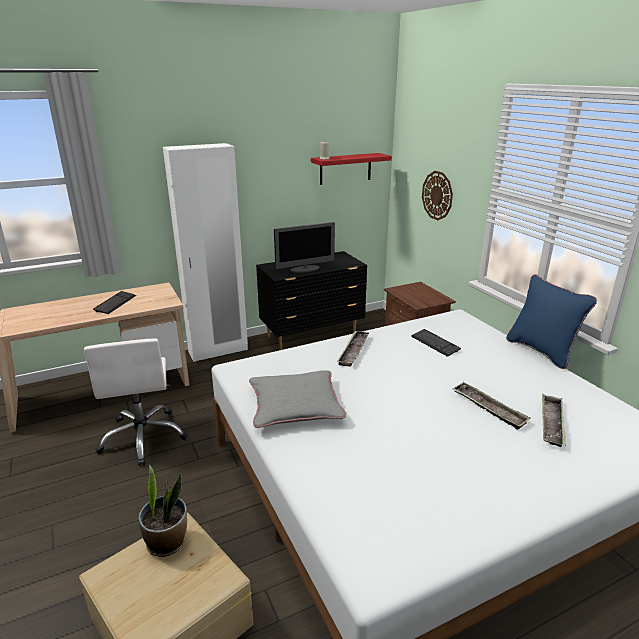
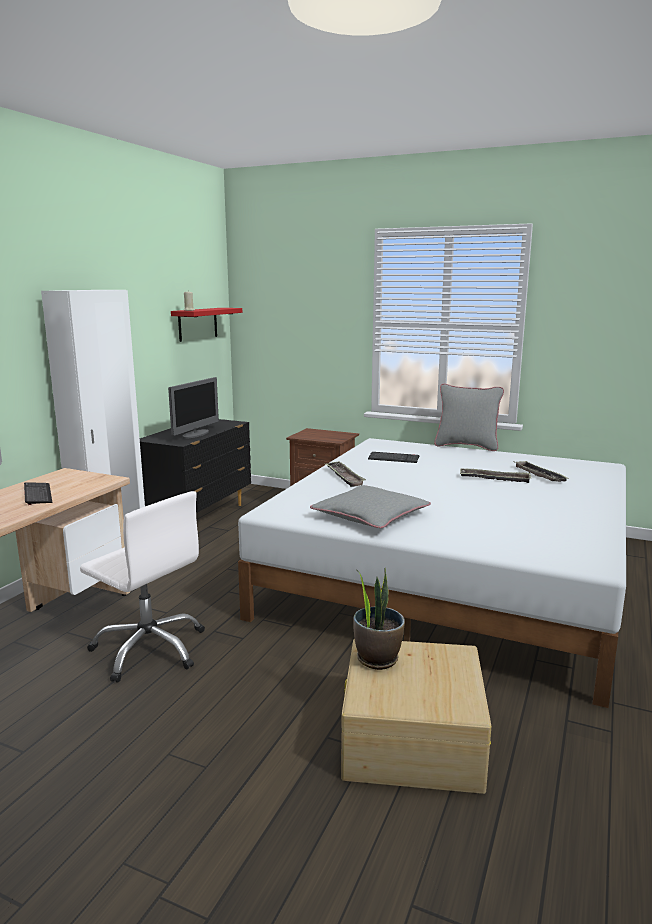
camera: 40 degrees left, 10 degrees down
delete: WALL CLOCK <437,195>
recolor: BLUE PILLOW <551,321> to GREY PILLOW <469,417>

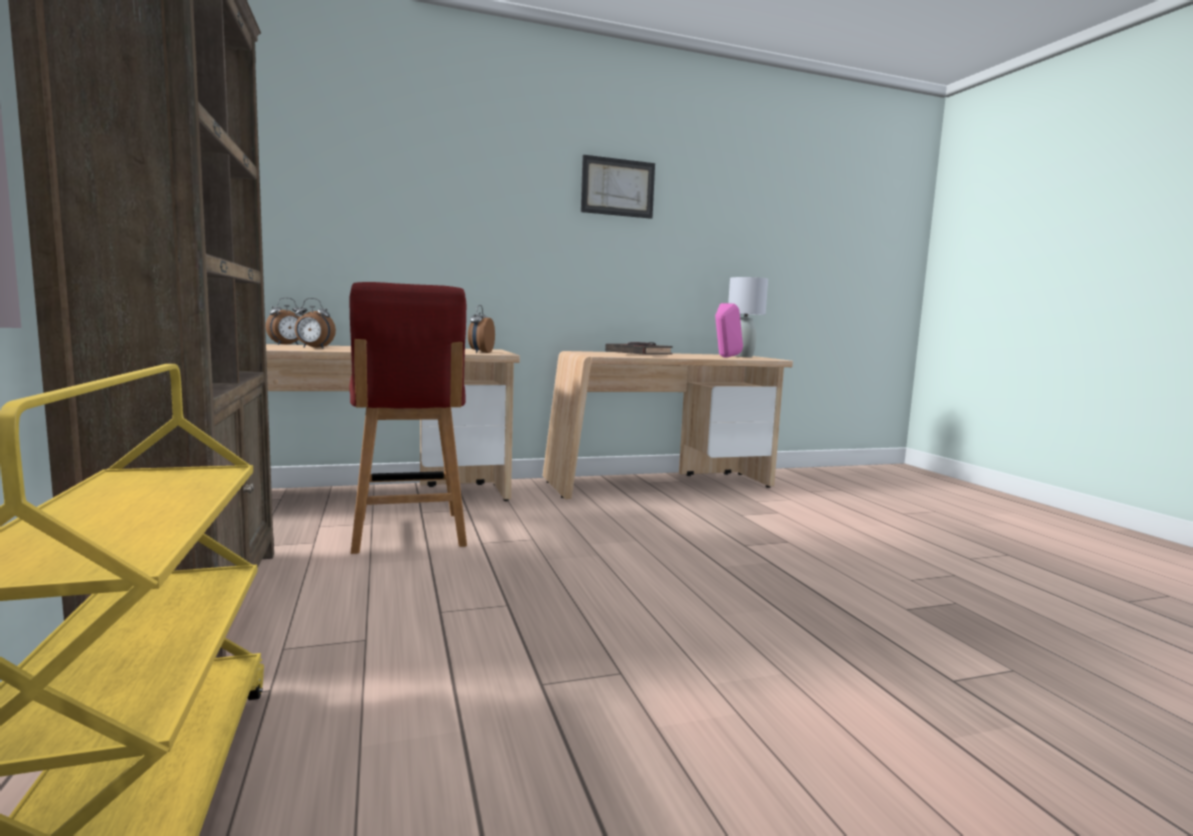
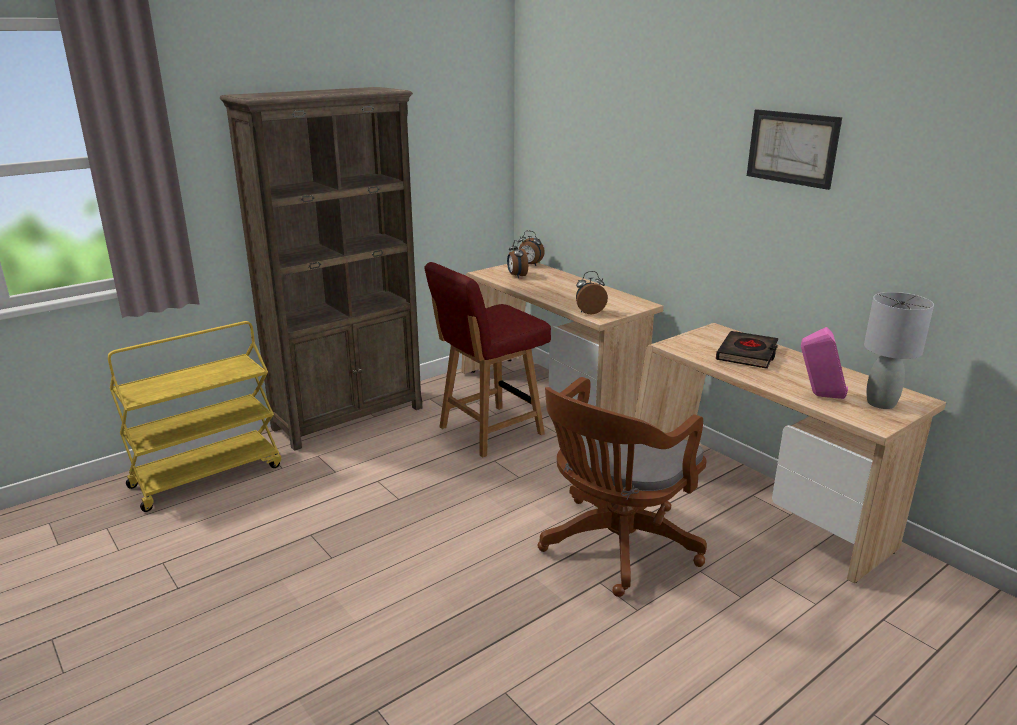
camera: 70 degrees right, 15 degrees up
insert: BROWN OFFICE CHAIR <622,487>

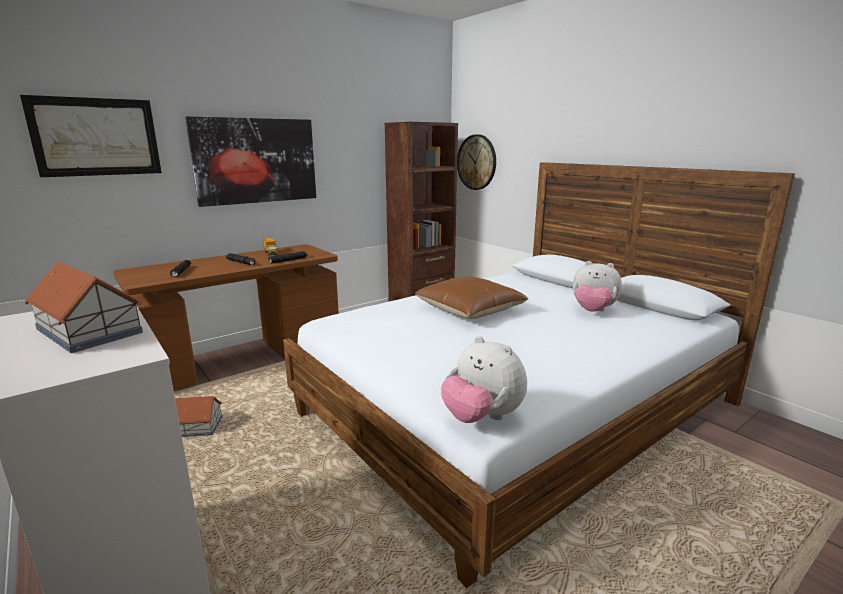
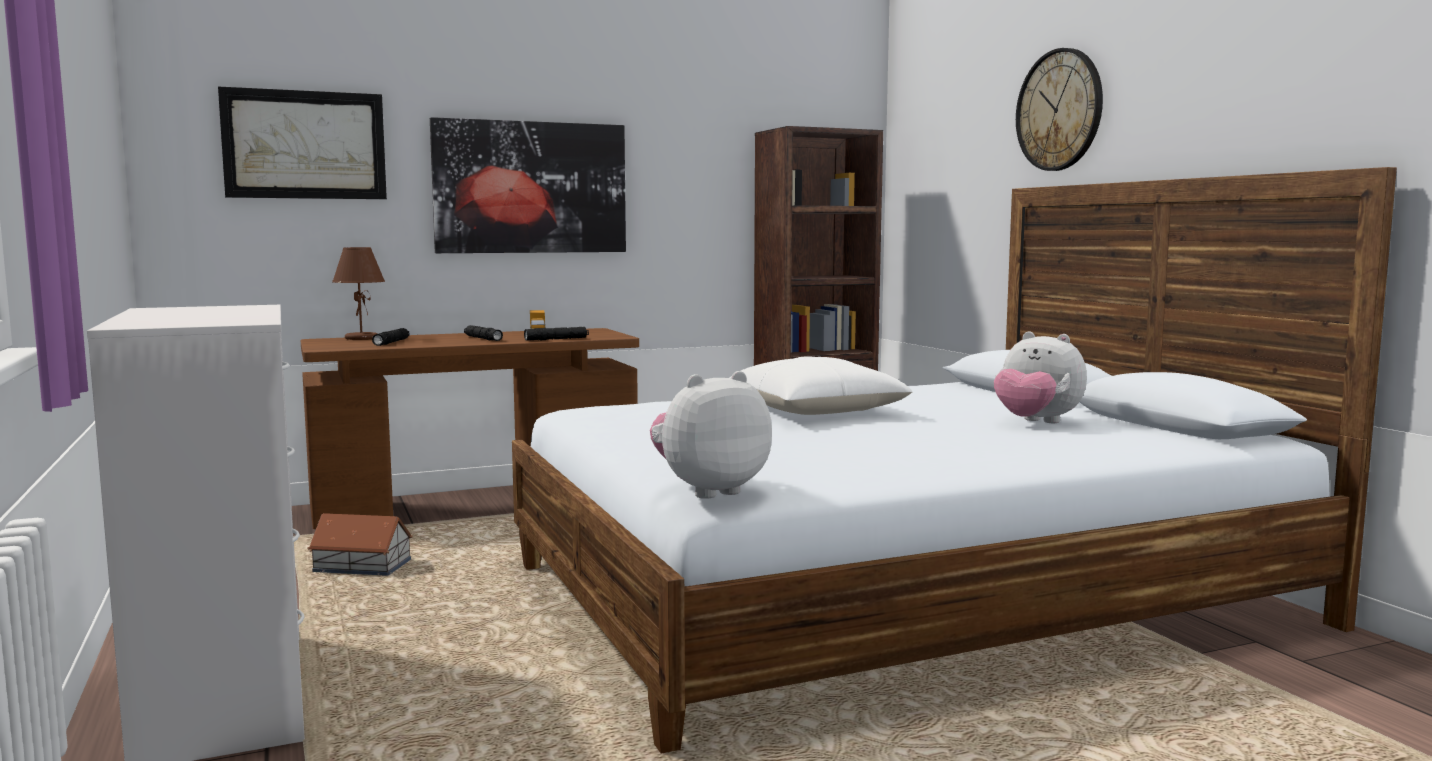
camera: 15 degrees right, 10 degrees down
delete: TOY HOUSE <84,307>
insert: BROWN TABLE LAMP <358,293>
move: WALL CLOCK <476,162> to <1059,109>
recolor: BROWN PILLOW <471,297> to WHITE PILLOW <821,385>
rotate: PLUSH TOY <484,379> = <711,435> 90 degrees clockwise

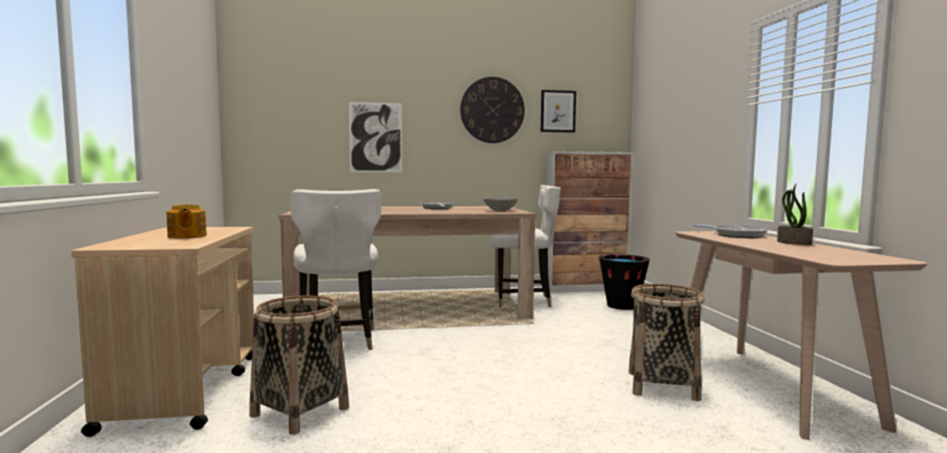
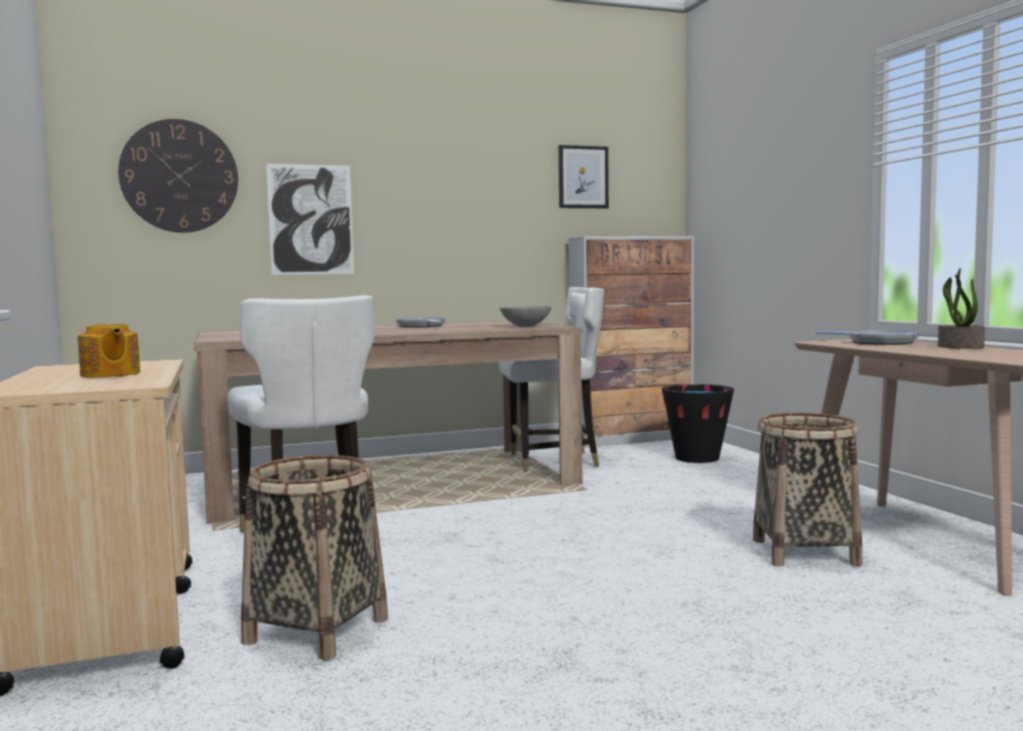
camera: 10 degrees left, 0 degrees up
move: WALL CLOCK <492,110> to <178,176>

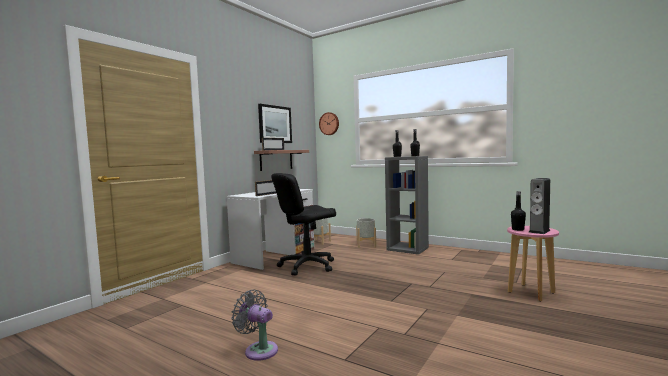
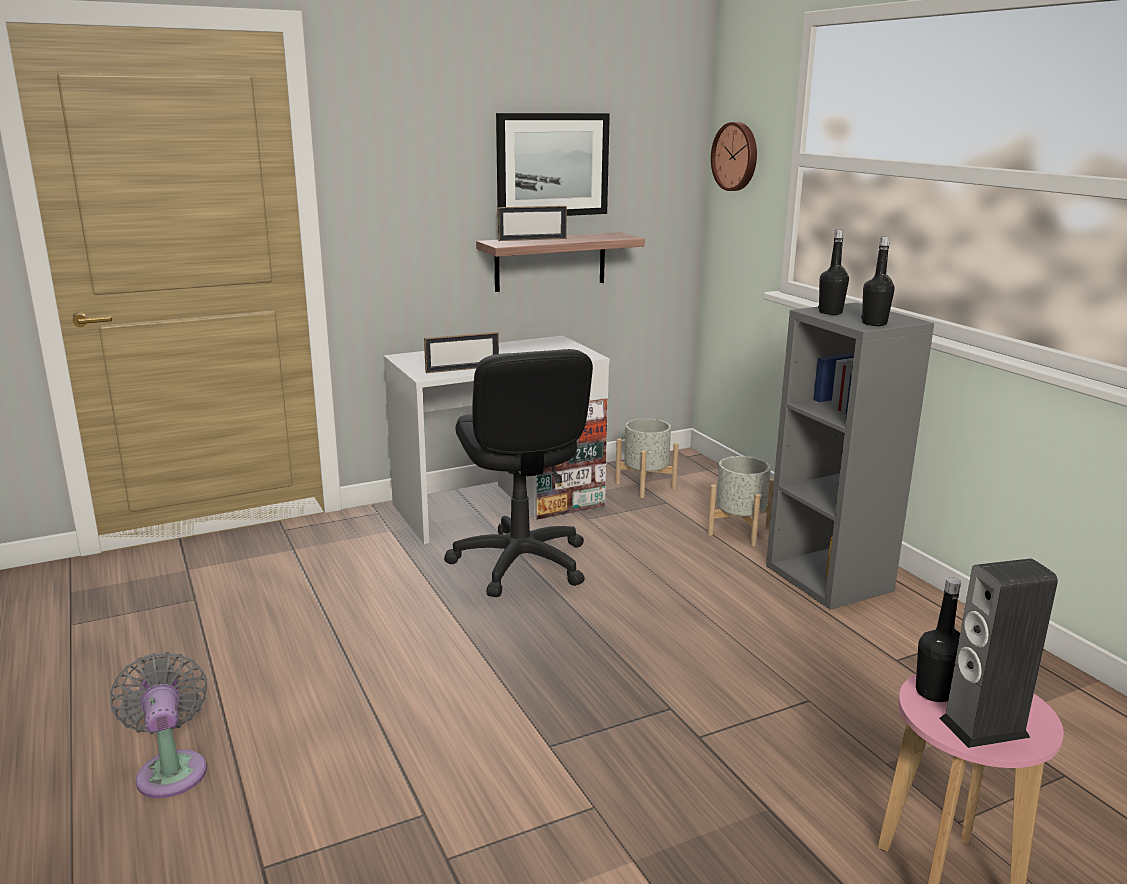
camera: 30 degrees right, 15 degrees up
rotate: BLACK OFFICE CHAIR <303,224> = <518,473> 105 degrees counterclockwise

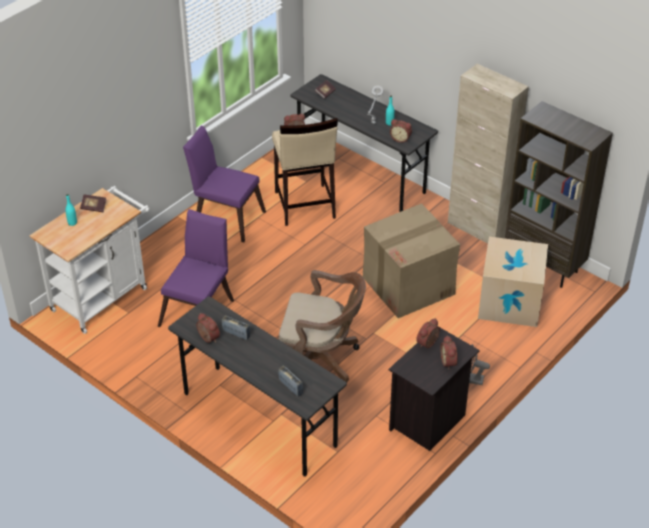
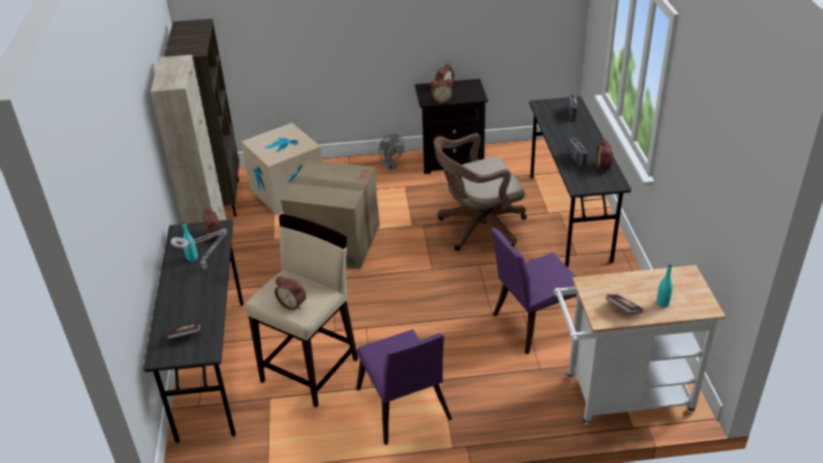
camera: 135 degrees left, 5 degrees down
rotate: BROWN OFFICE CHAIR <322,326> = <480,192> 75 degrees counterclockwise

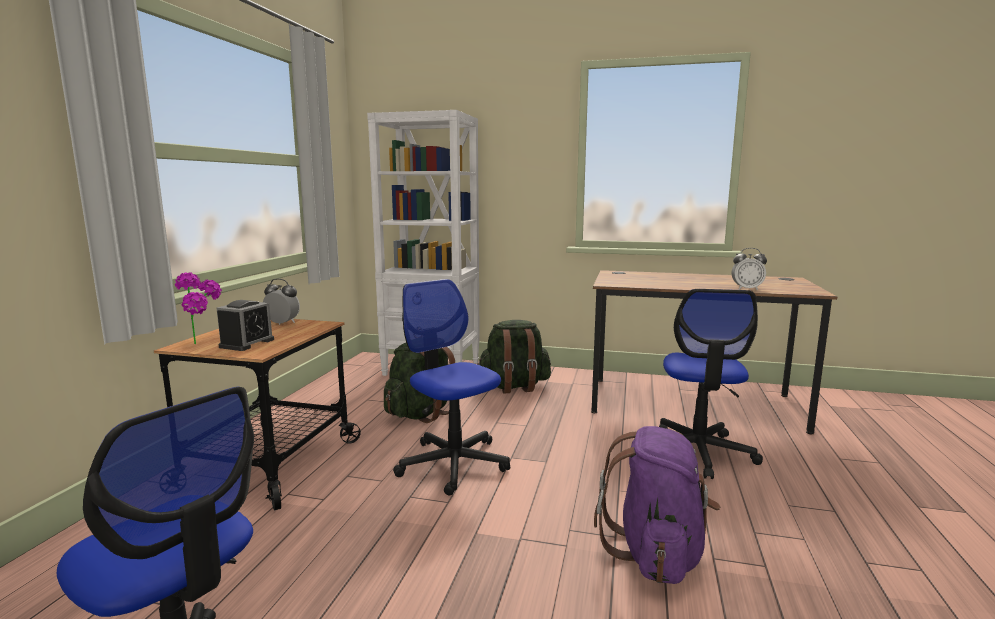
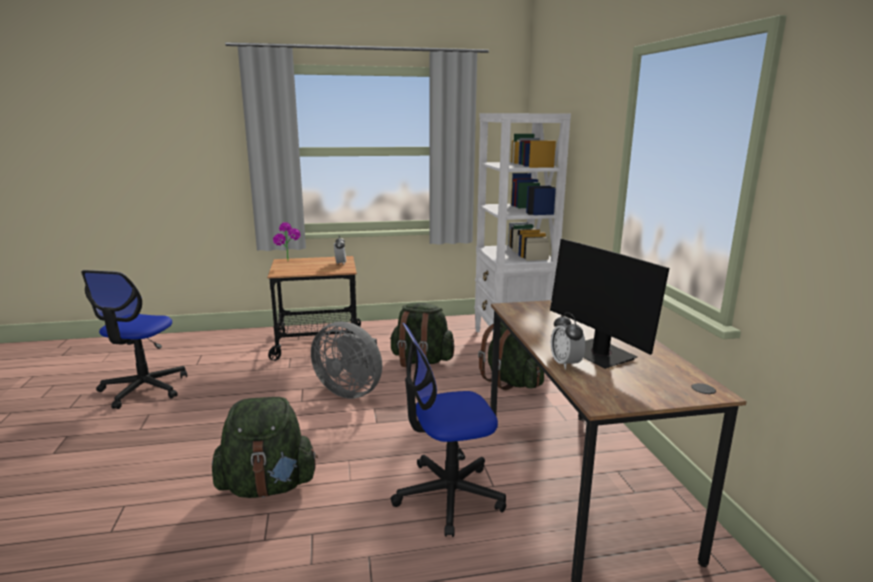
camera: 65 degrees right, 5 degrees up
delete: ALARM CLOCK <245,325>
insert: MONITOR <609,304>
replace: OFFICE CHAIR <451,387> to GREY FAN <346,360>
recolor: PURPLE BACKPACK <657,505> to GREEN BACKPACK <265,447>

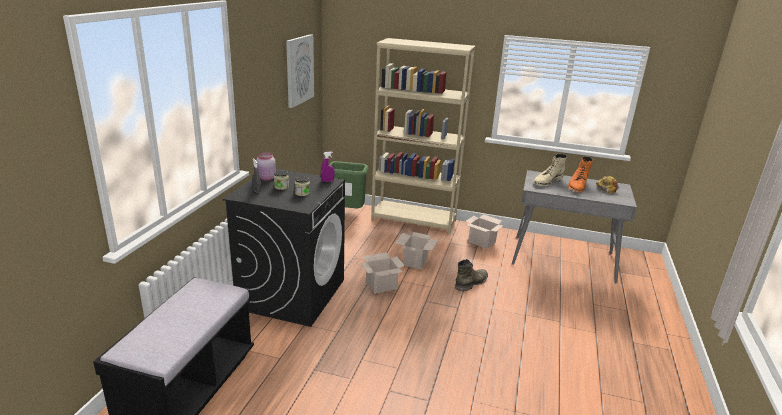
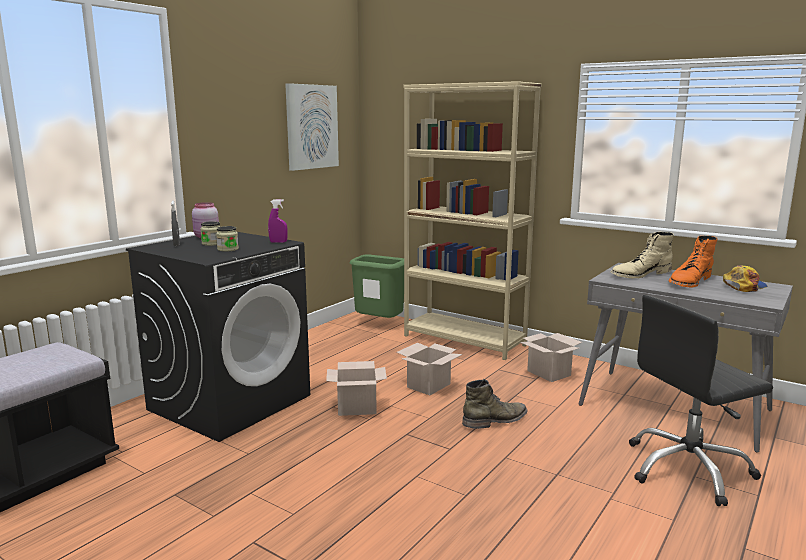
camera: 20 degrees right, 10 degrees down
insert: BLACK OFFICE CHAIR <701,400>

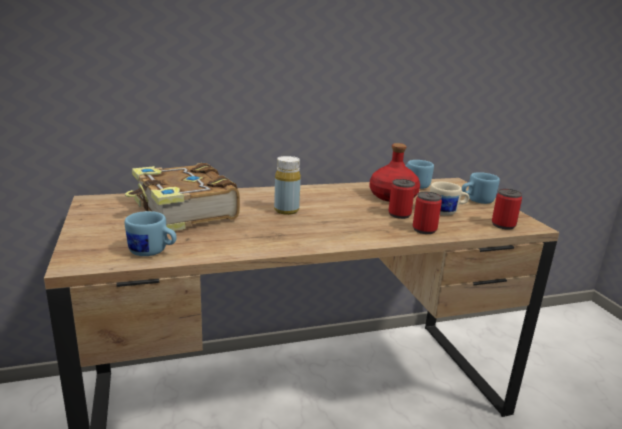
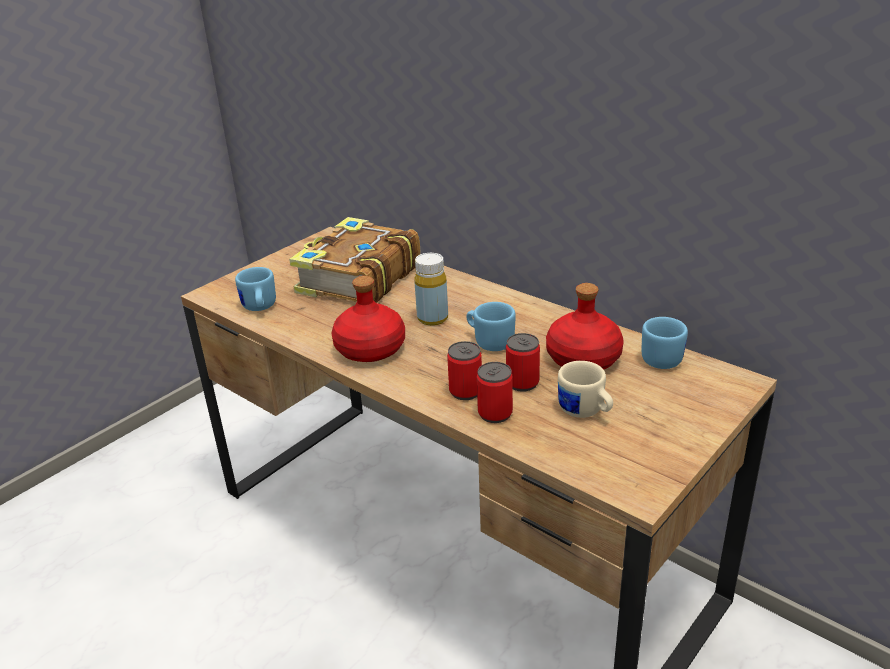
camera: 60 degrees right, 10 degrees up
insert: RED BOTTLE <368,319>
move: BLUE MUG <481,188> to <491,326>; CAN <507,209> to <464,370>

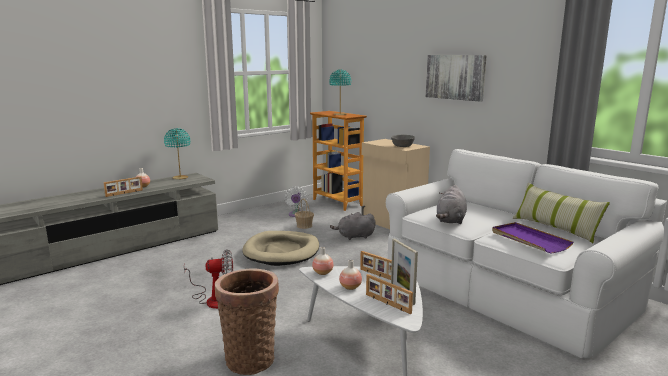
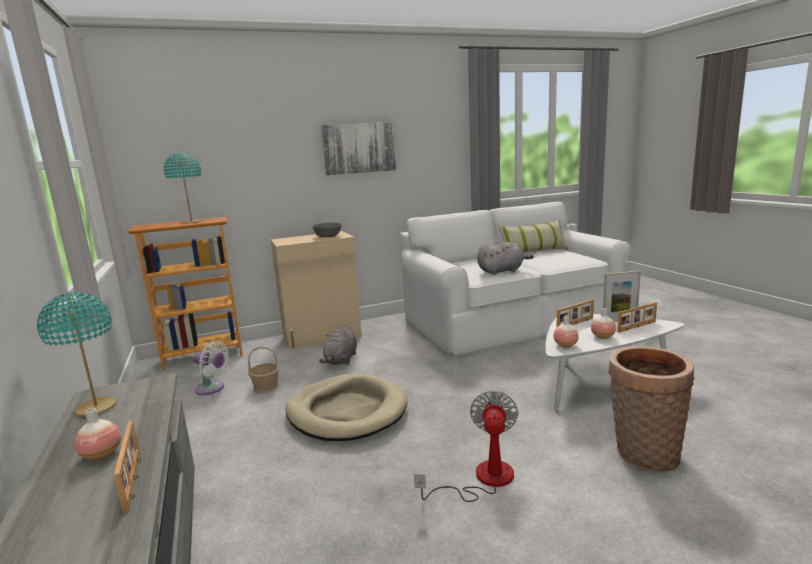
camera: 70 degrees left, 0 degrees up
delete: PURPLE TRAY <532,238>
rotate: GREY PLUSH TOY <451,204> = <505,257> 60 degrees counterclockwise

